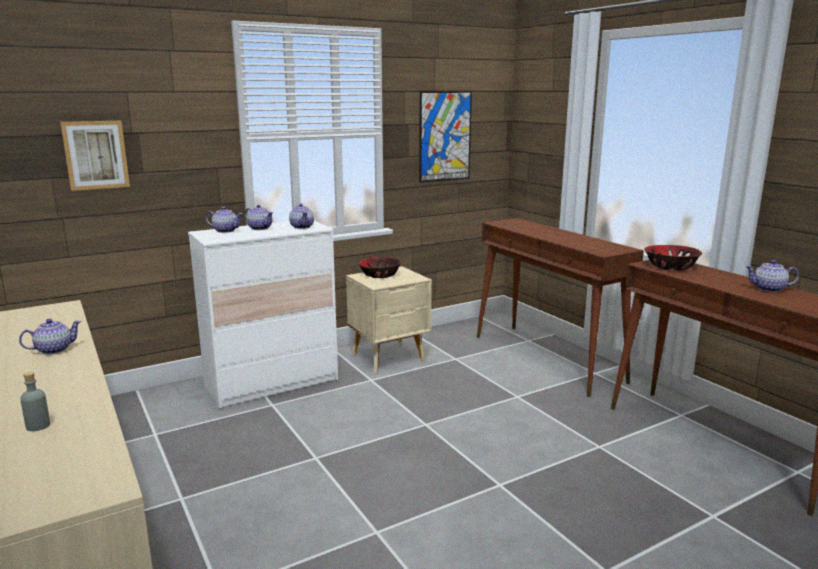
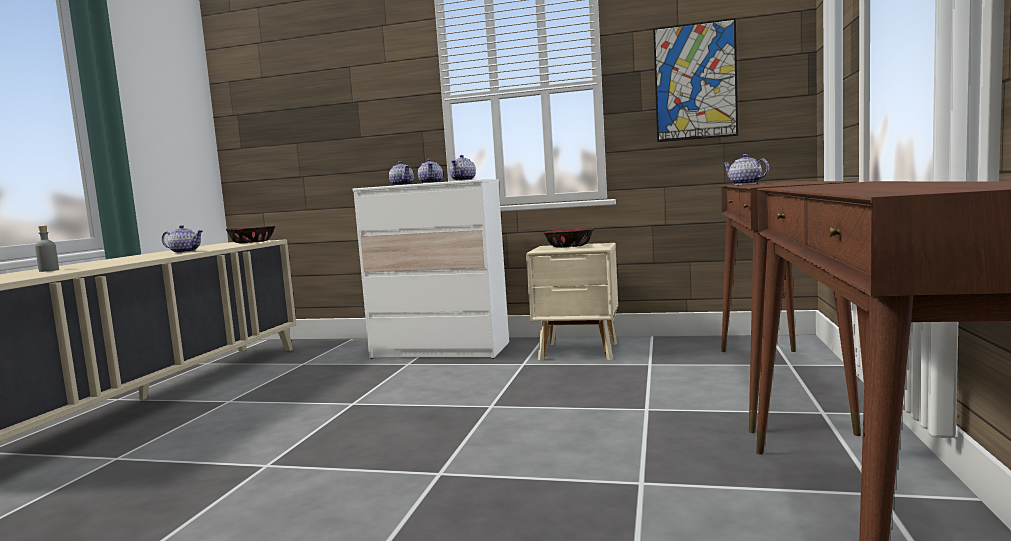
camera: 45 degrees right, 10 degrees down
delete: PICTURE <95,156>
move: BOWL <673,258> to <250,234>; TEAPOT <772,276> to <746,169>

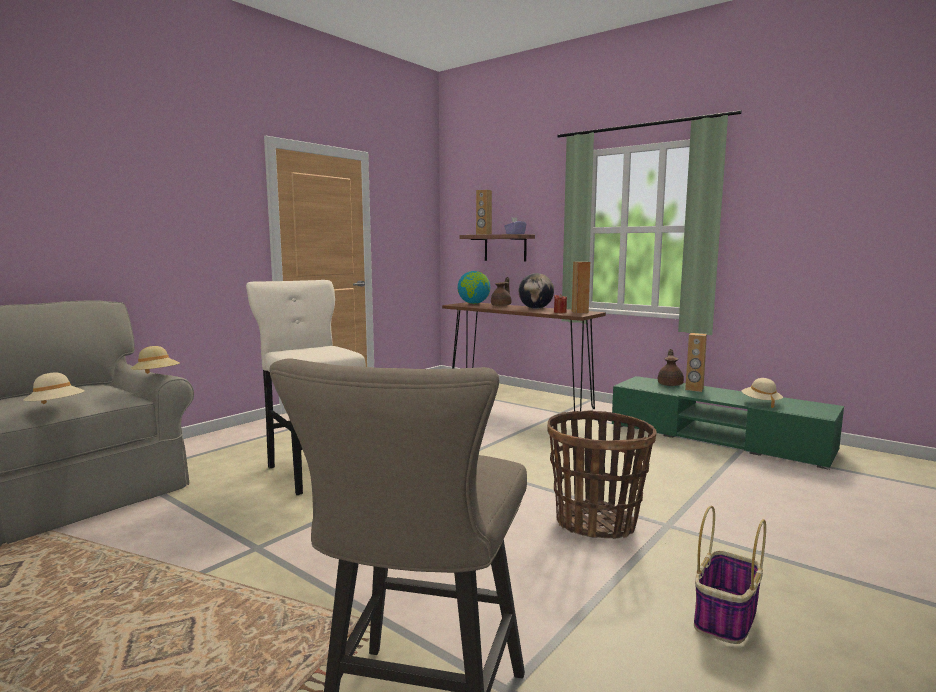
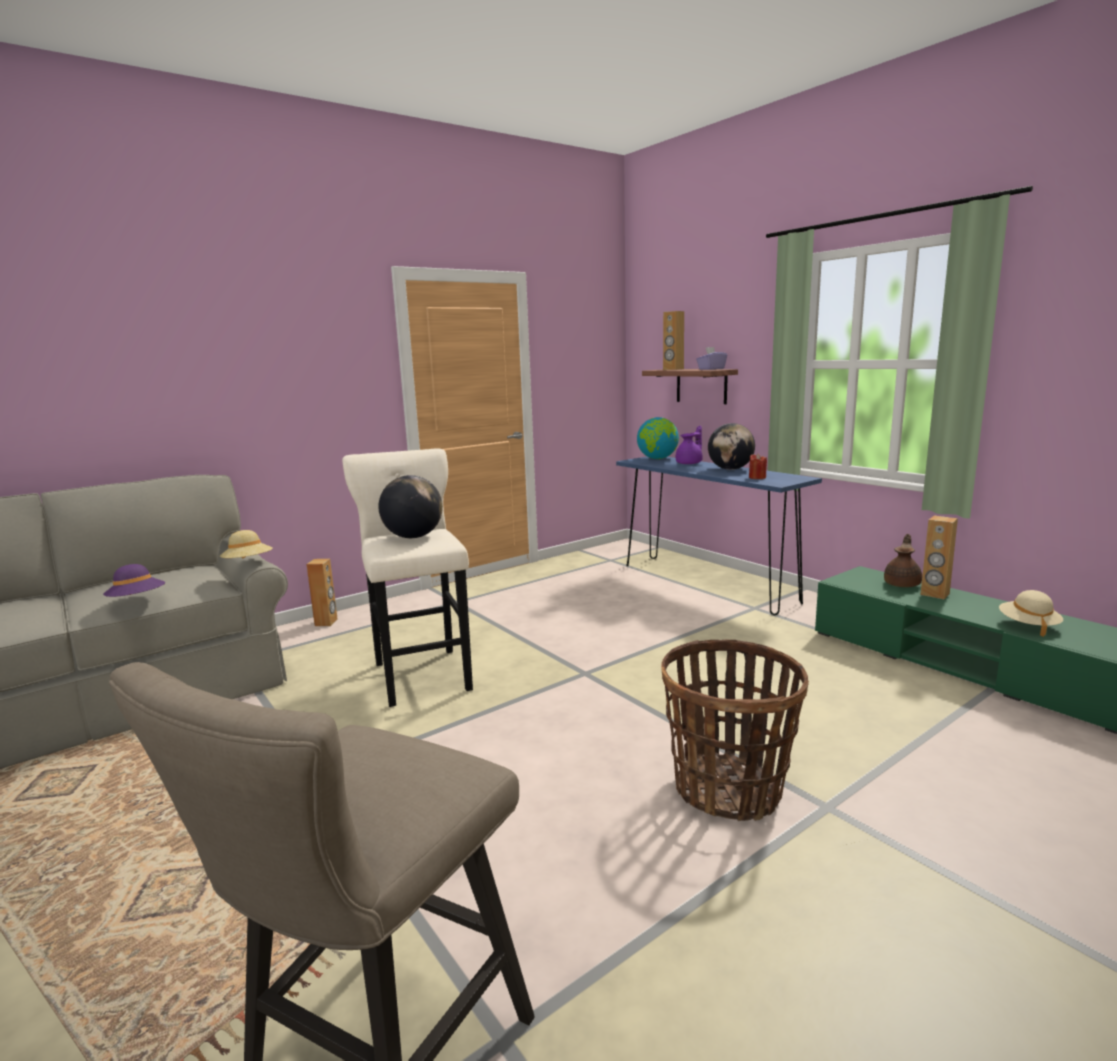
camera: 15 degrees right, 5 degrees up
delete: BASKET <730,575>
insert: GLOBE <410,506>
move: BROWN SPEAKER <581,287> to <322,592>
recolor: BEIGE HAT <54,388> to PURPLE HAT <134,580>; BROWN CONSOLE TABLE <524,356> to BLUE CONSOLE TABLE <719,535>; BROWN TEAPOT <501,291> to PURPLE TEAPOT <689,444>

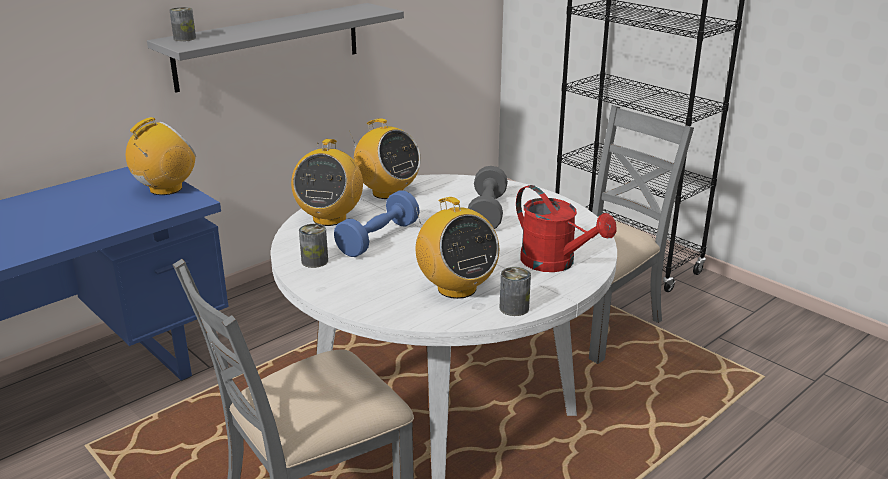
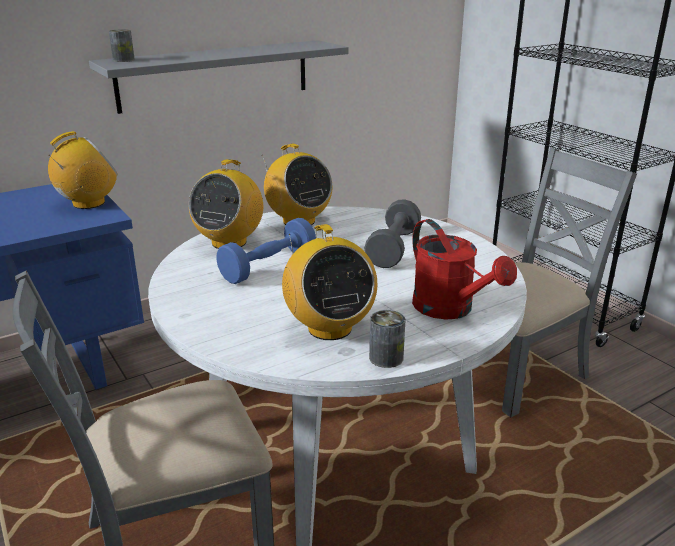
camera: 10 degrees right, 0 degrees up
delete: CAN <313,246>

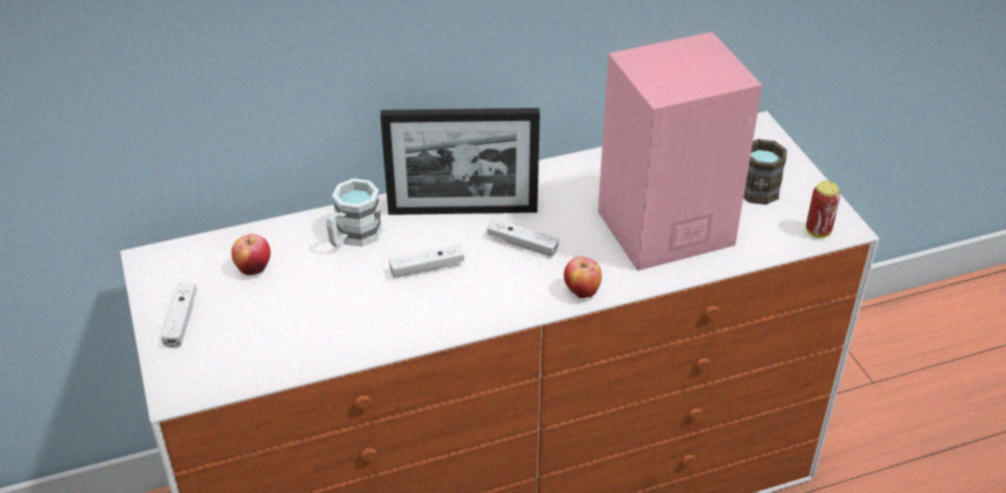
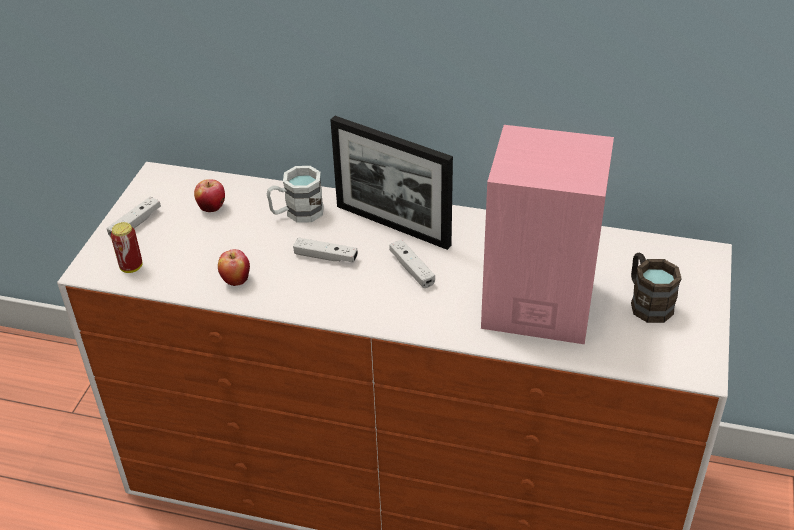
camera: 35 degrees right, 0 degrees up
move: APPLE <583,277> to <234,267>; CAN <823,209> to <127,247>

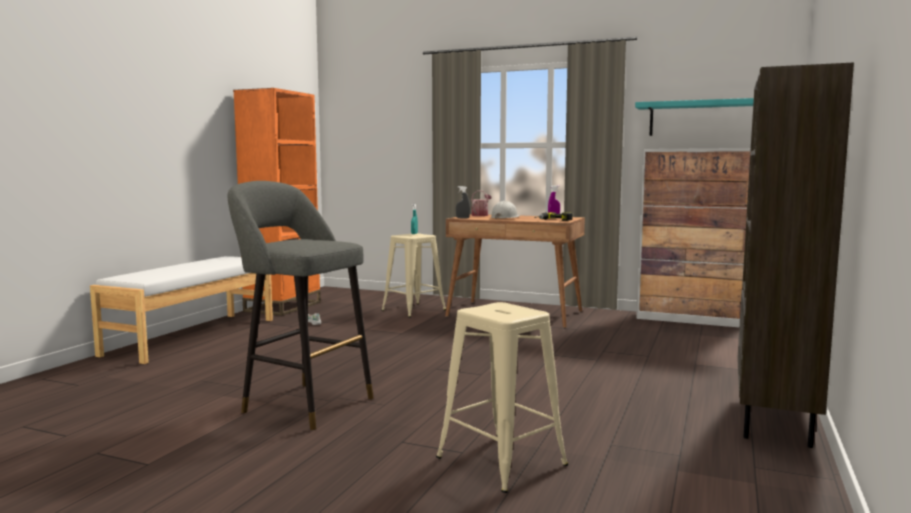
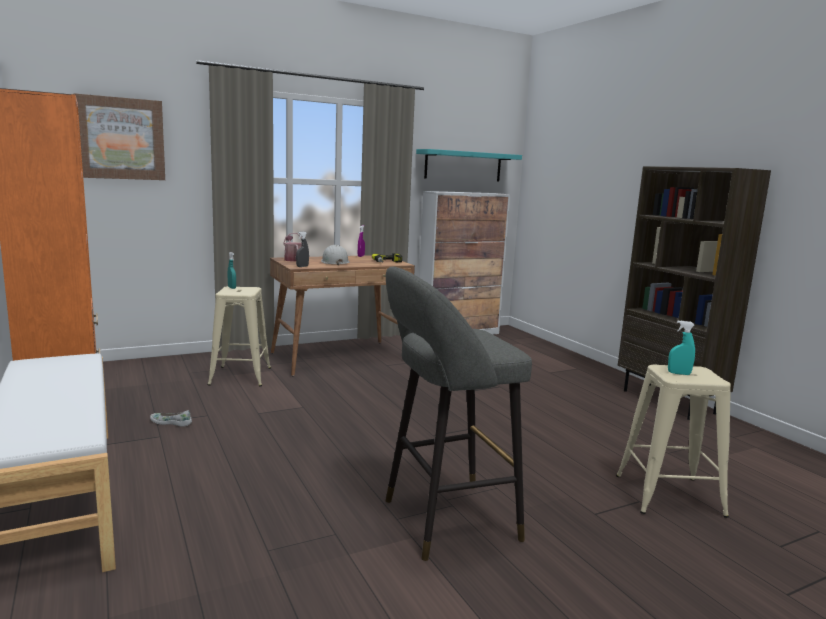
camera: 50 degrees left, 5 degrees up
insert: PICTURE <119,136>; TURQUOISE SPRAY BOTTLE <681,347>

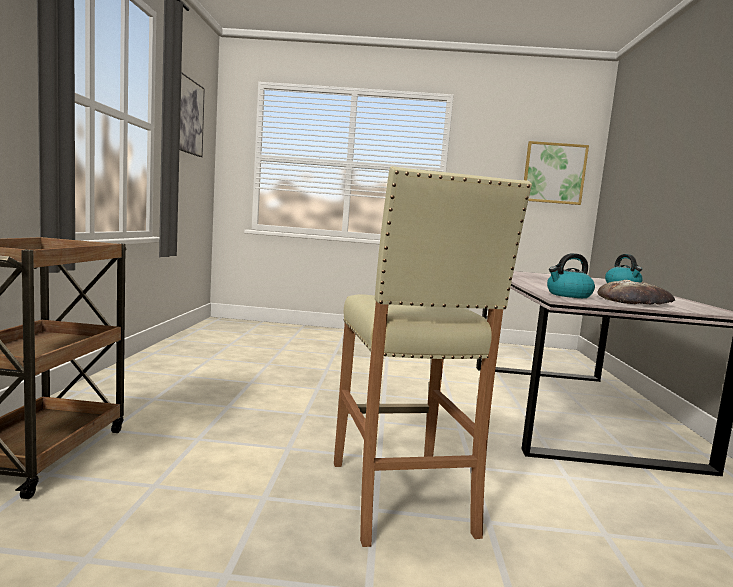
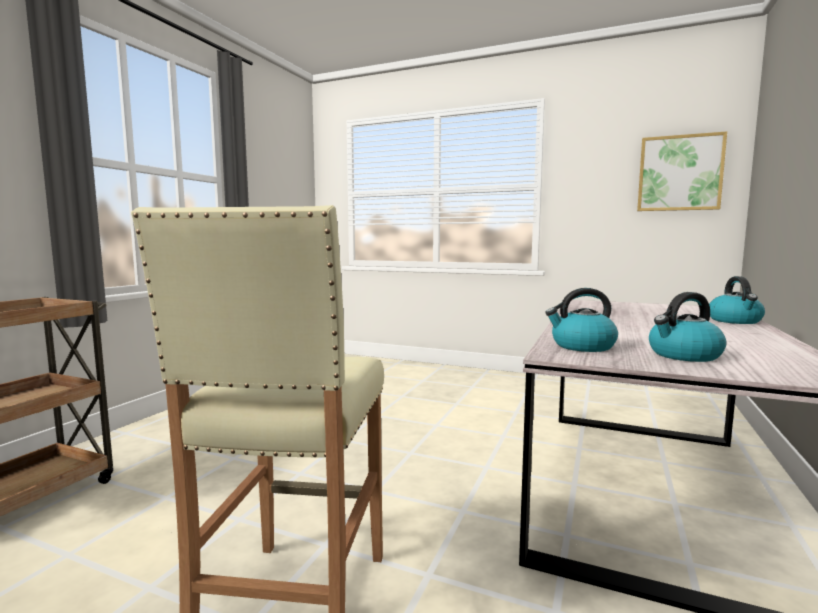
camera: 20 degrees right, 0 degrees up
delete: PICTURE <192,114>
replace: BREAD <636,292> to KETTLE <688,327>

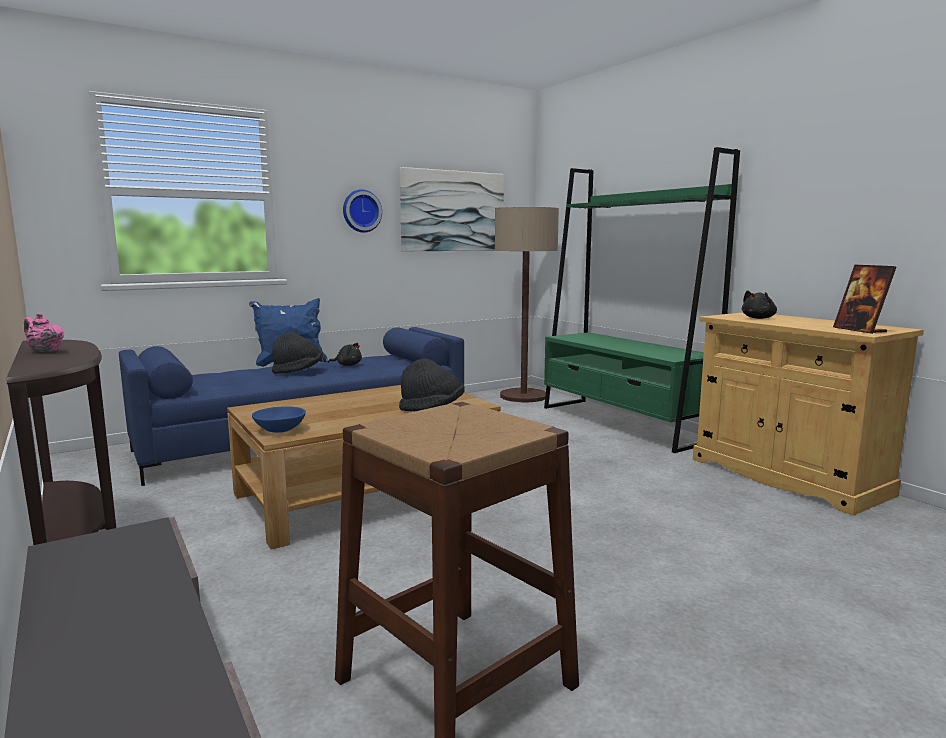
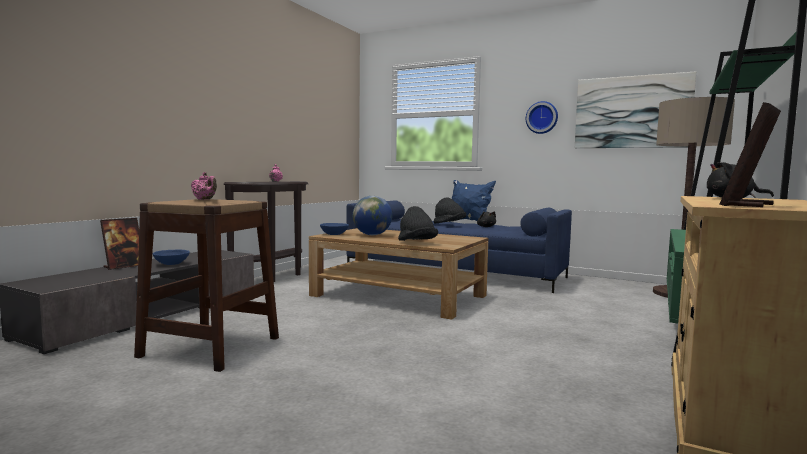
camera: 60 degrees right, 5 degrees down
insert: PICTURE FRAME <119,244>; BLUE BOWL <171,257>; PINK TEAPOT <204,186>; GLOBE <372,215>

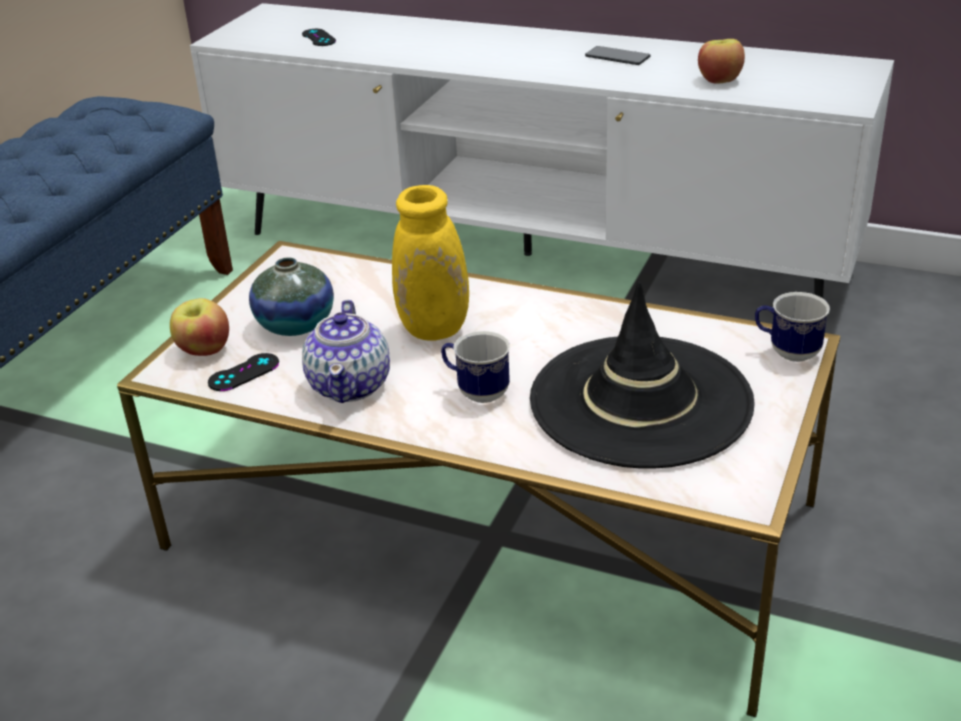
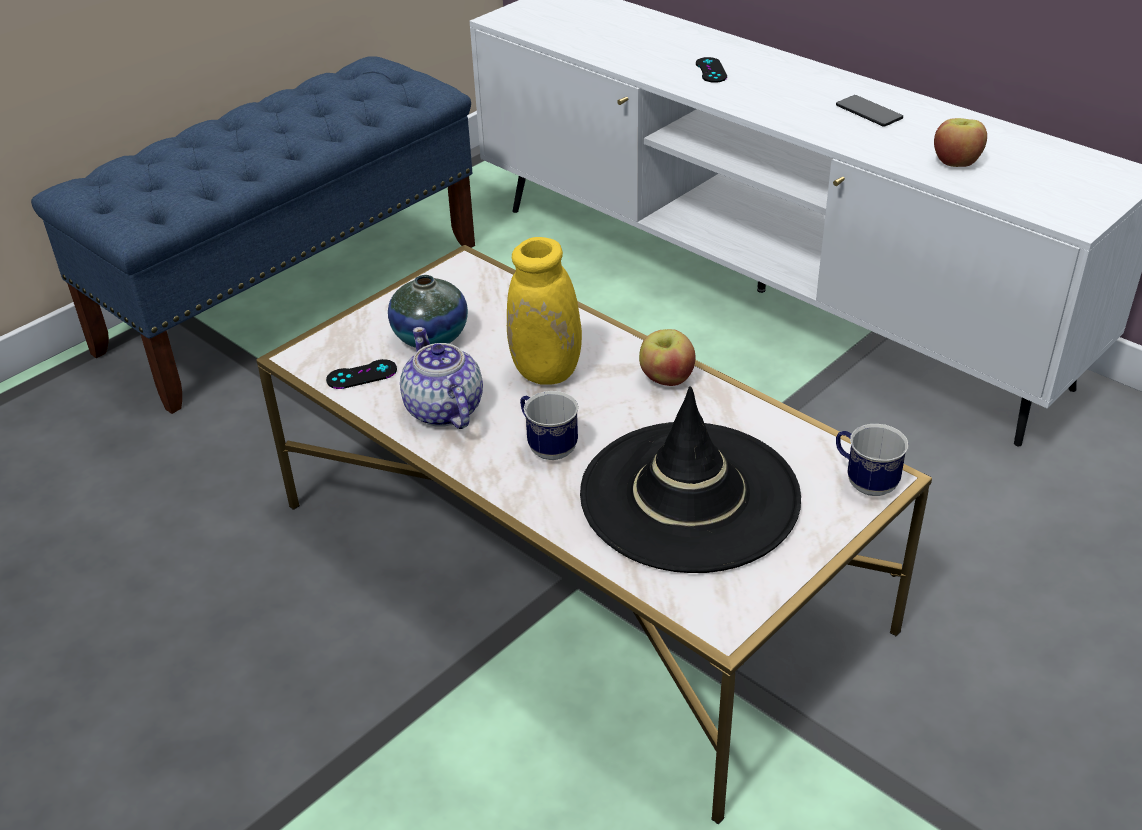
camera: 20 degrees right, 5 degrees up
move: APPLE <199,327> to <667,357>; BLACK GAME CONTROLLER <319,37> to <711,70>
rotate: TEAPOT <346,351> = <441,378> 135 degrees clockwise

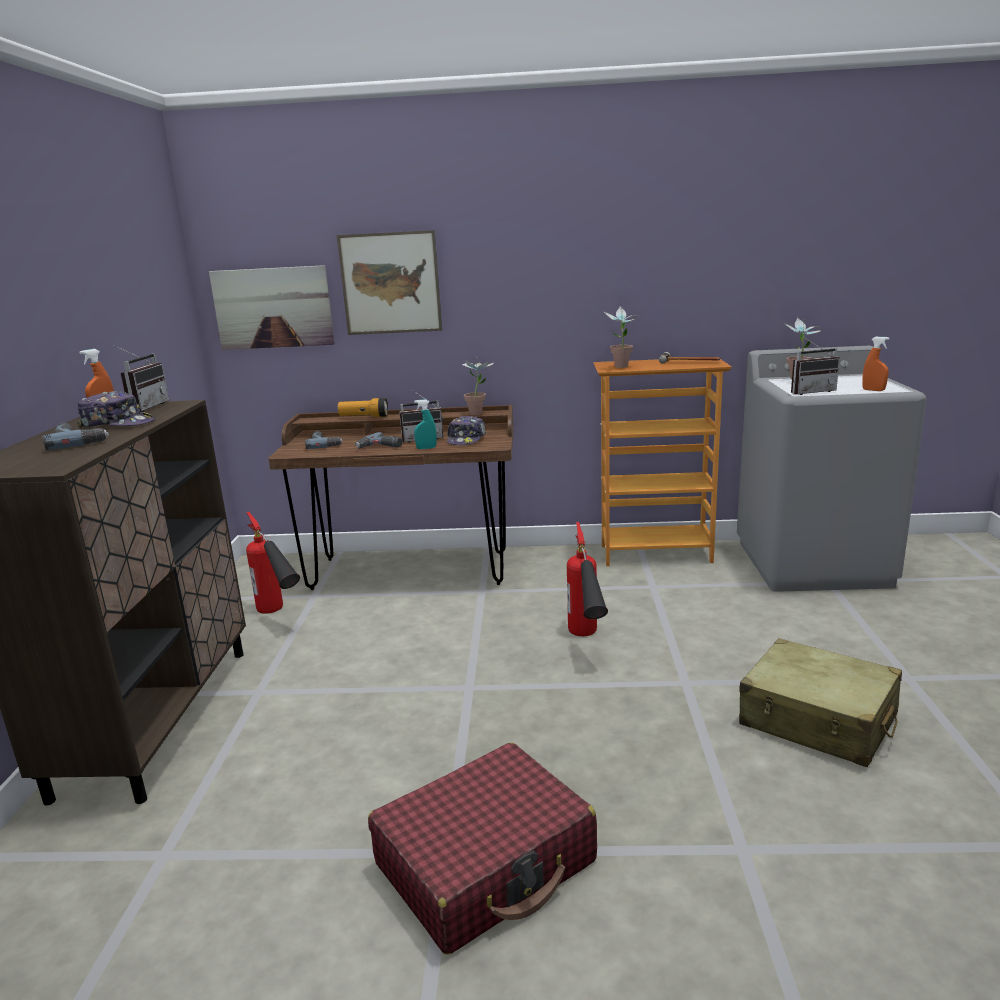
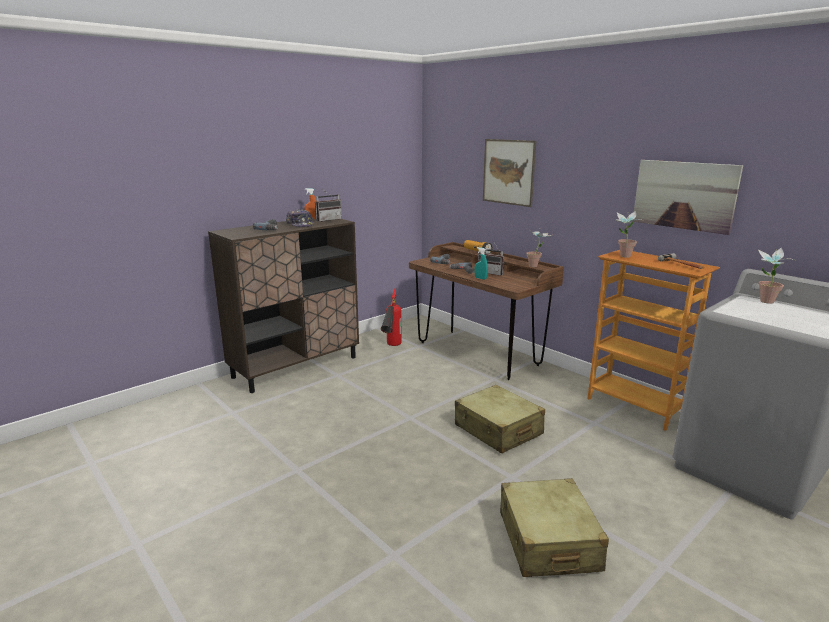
camera: 45 degrees right, 0 degrees up
delete: RED SUITCASE <482,849>; CAP <466,430>; RADIO <815,366>; ORANGE SPRAY BOTTLE <875,364>
move: PICTURE <272,307> to <688,197>
replace: FIRE EXTINGUISHER <587,579> to BEIGE SUITCASE <500,419>

